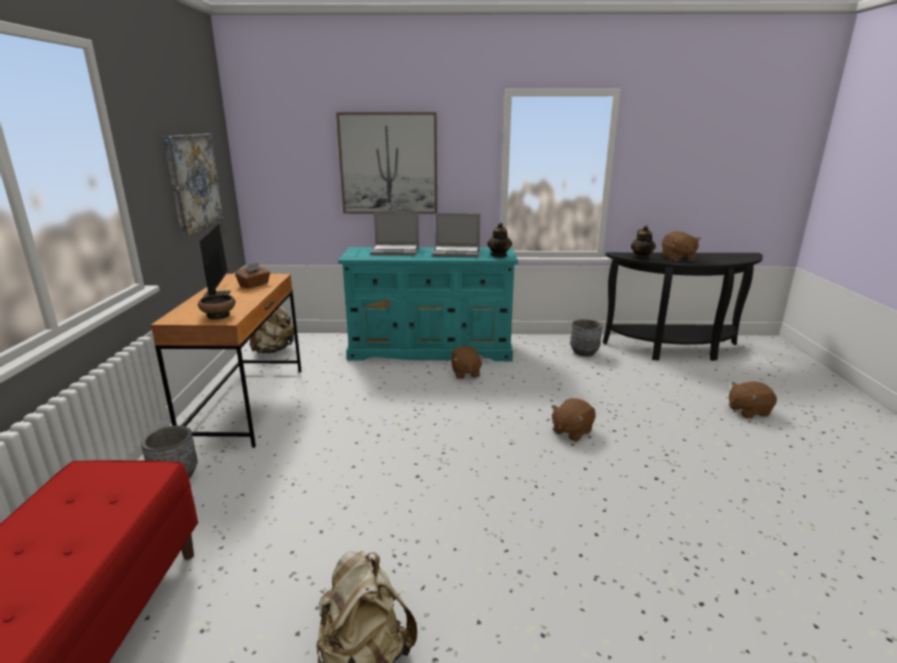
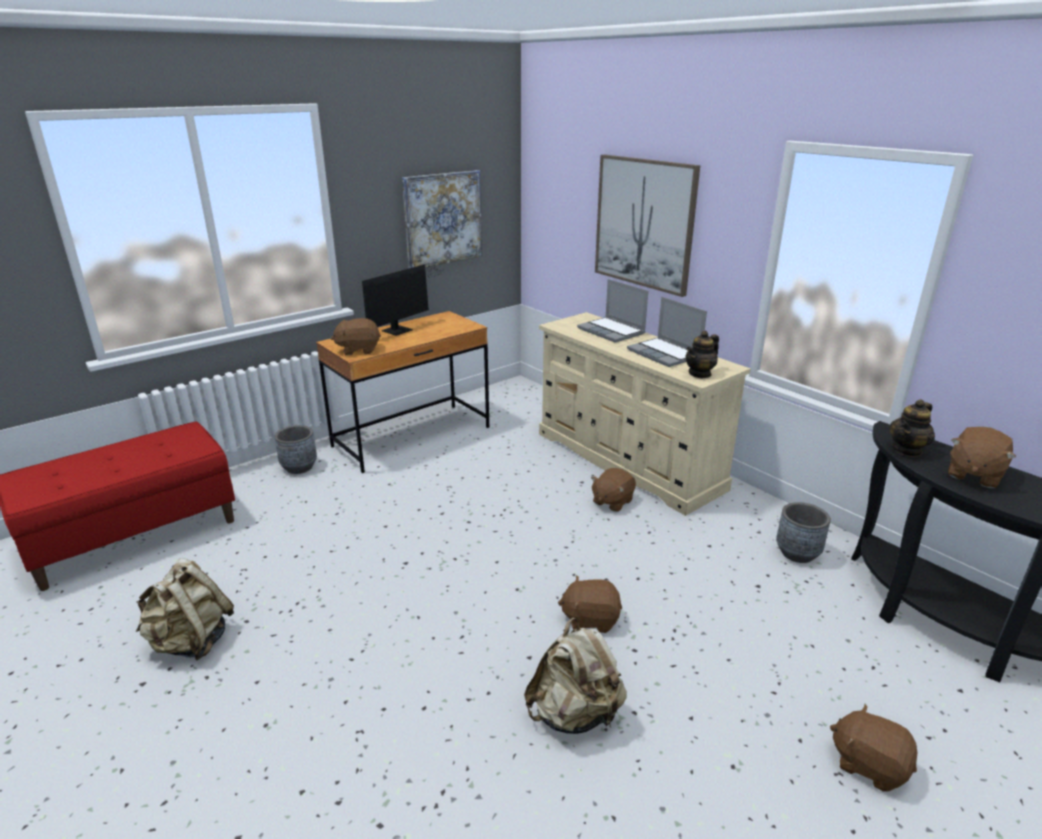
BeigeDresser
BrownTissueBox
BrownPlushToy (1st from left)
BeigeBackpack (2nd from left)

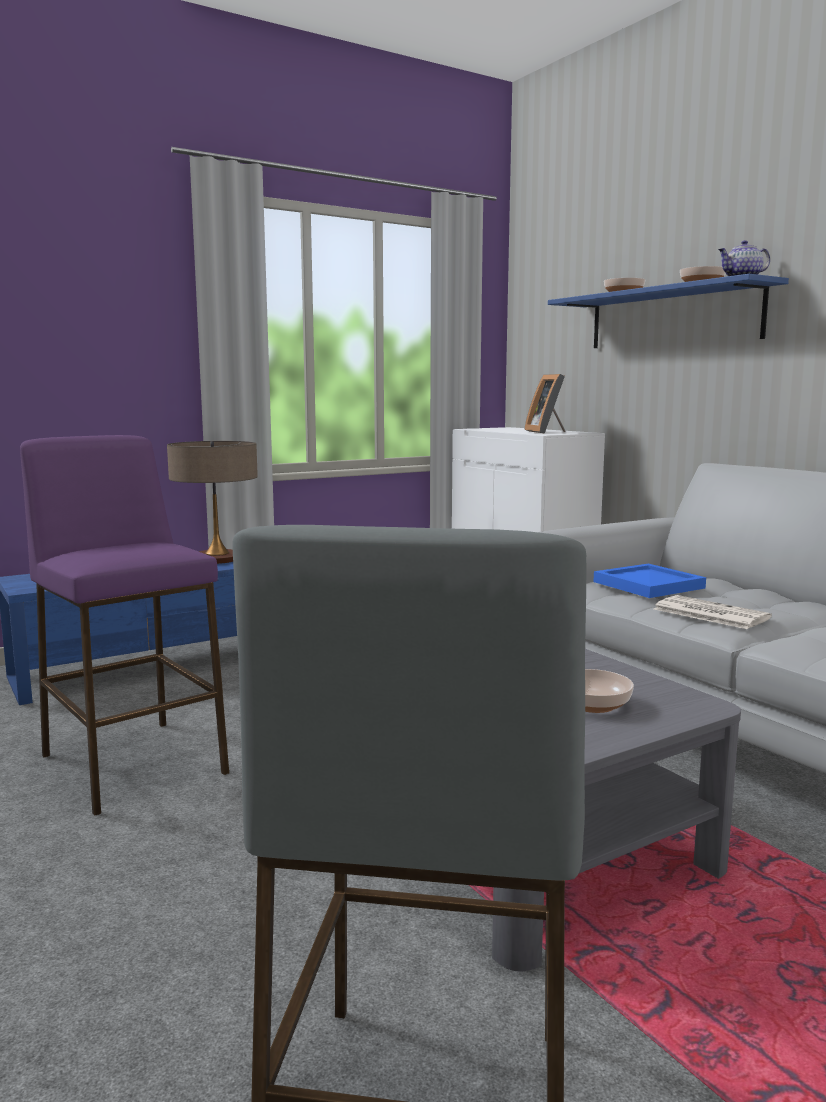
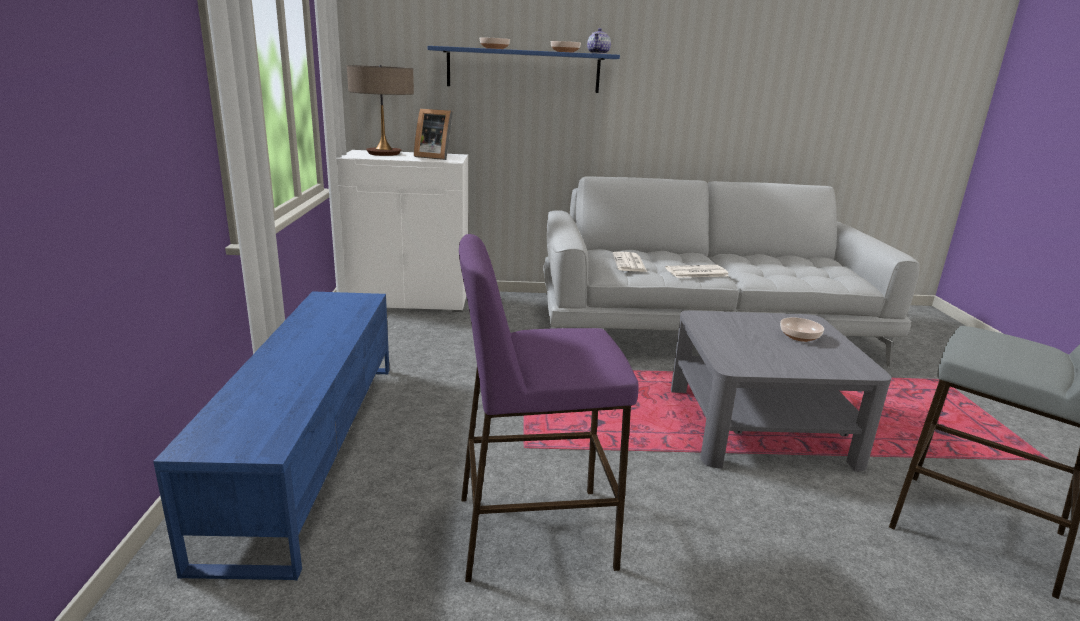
TableLamp
Newspaper (1st from left)

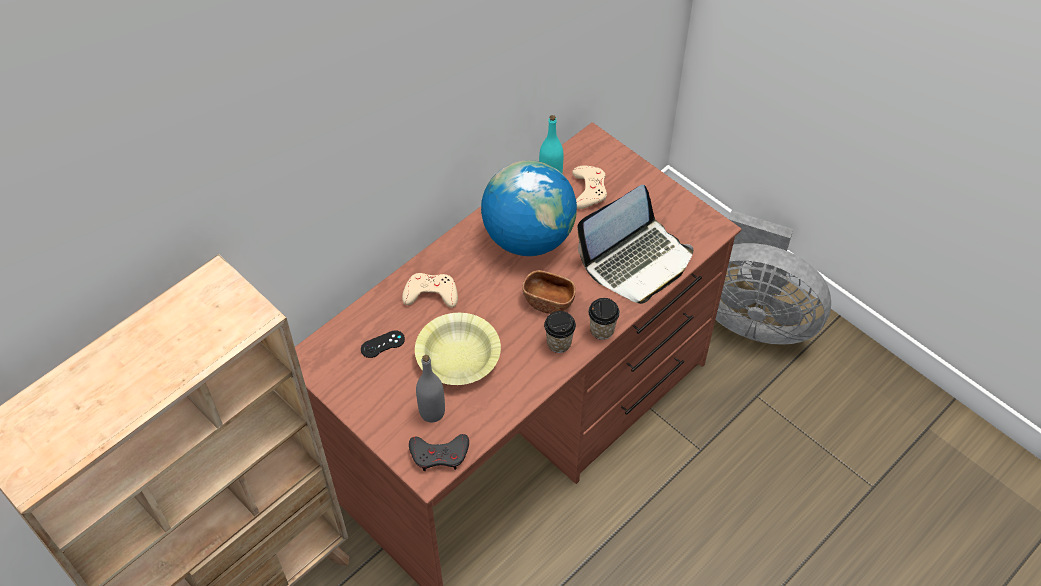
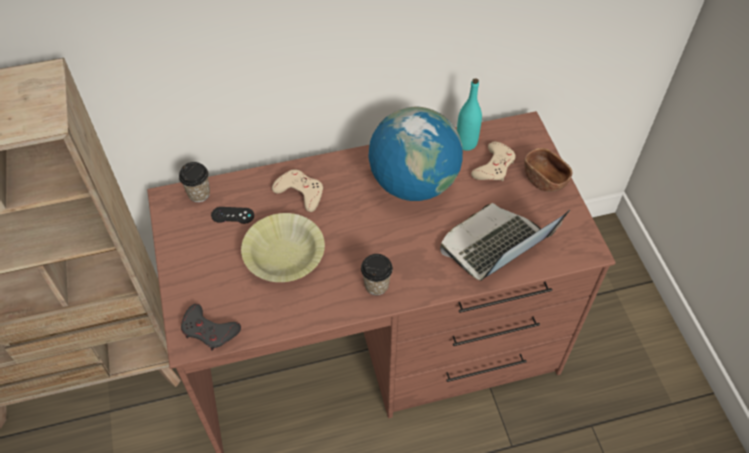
Laptop
GreyFan
BrownBowl
Cup (1st from left)
GreyBottle

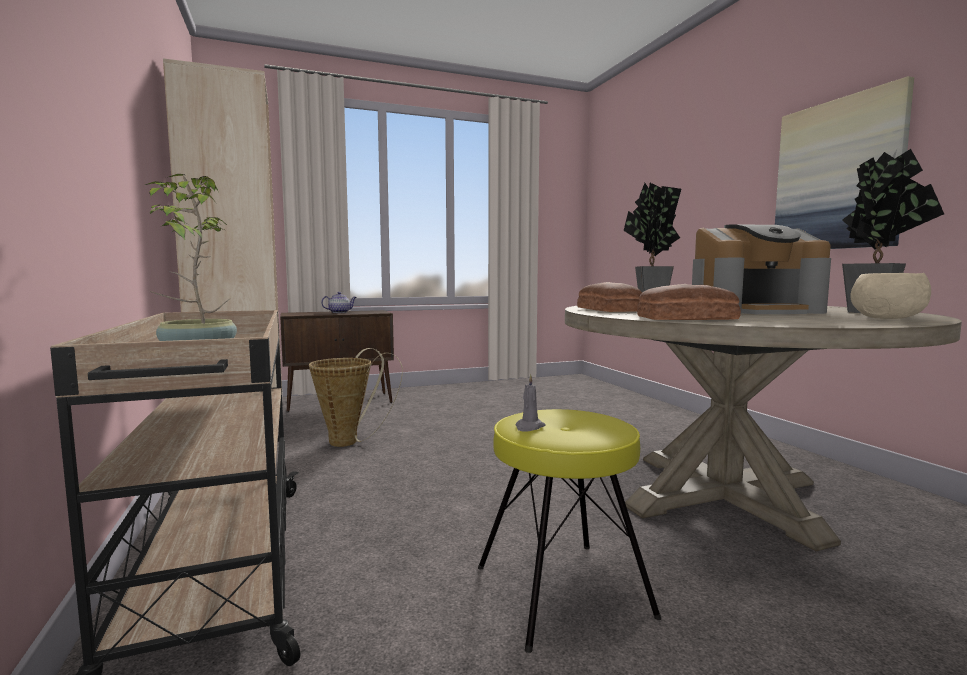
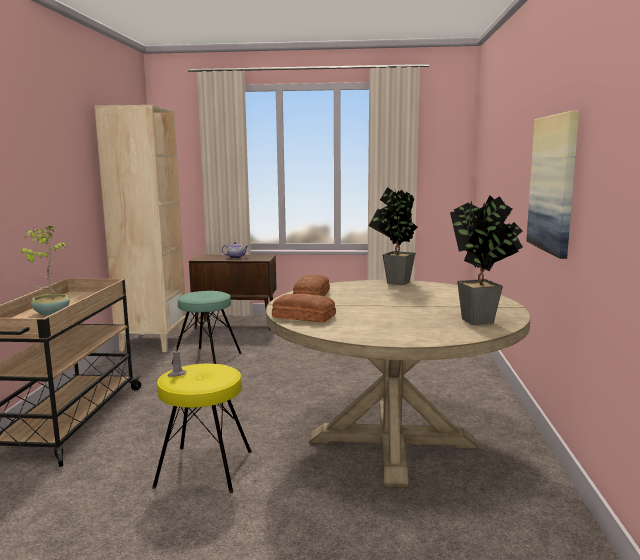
CoffeeMachine
BeigeBowl
TurquoiseStool

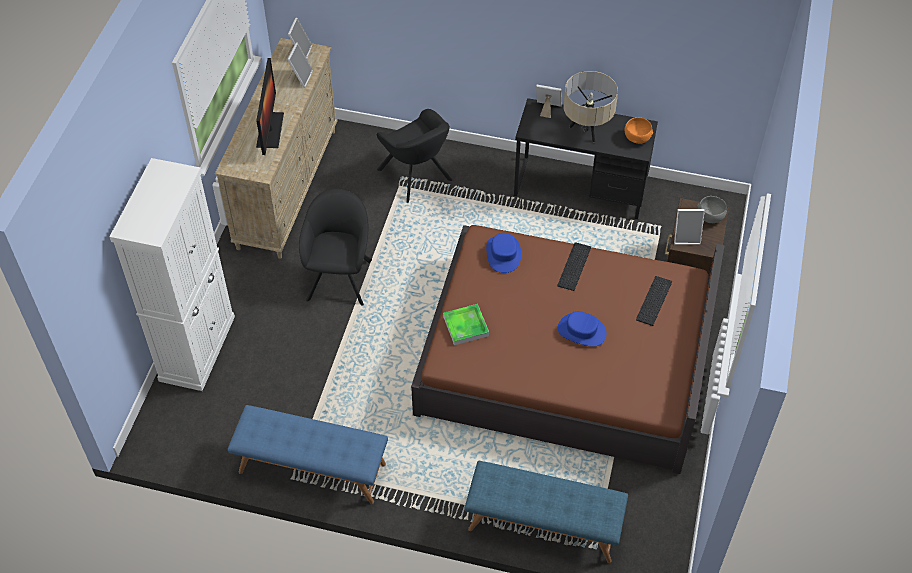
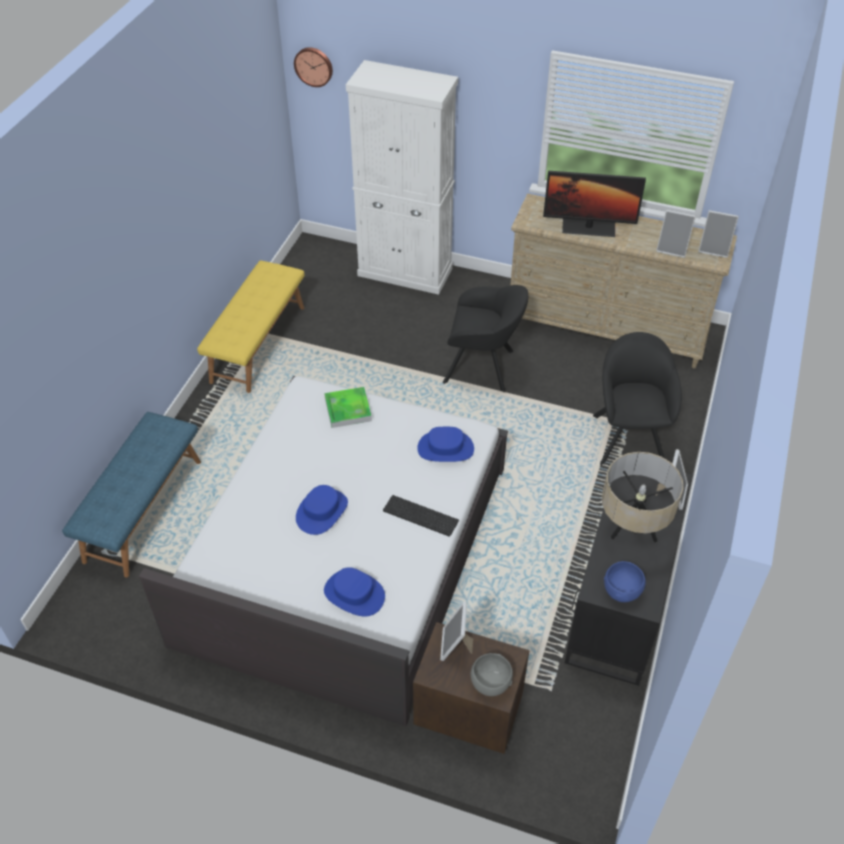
BlackArmchair (2nd from left)
BlueBowl
WhiteBed
BlueHat (2nd from left)
YellowBench
WallClock

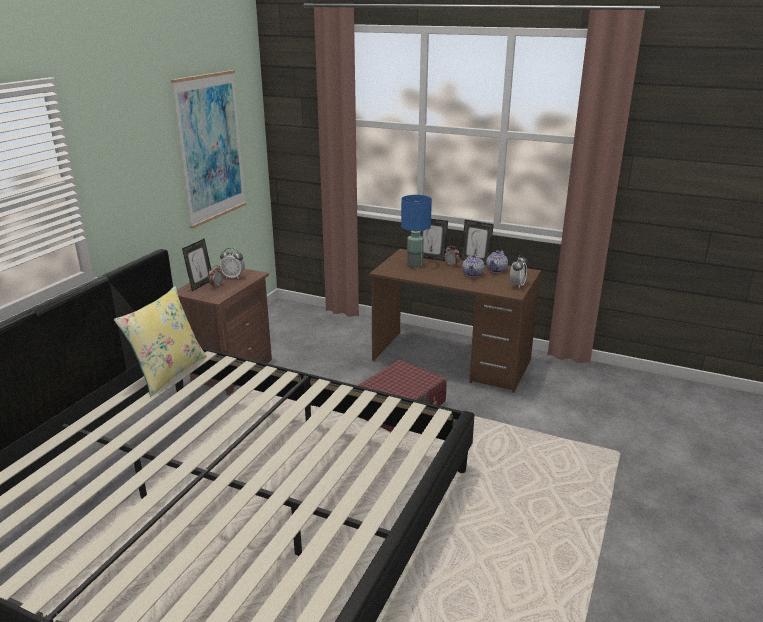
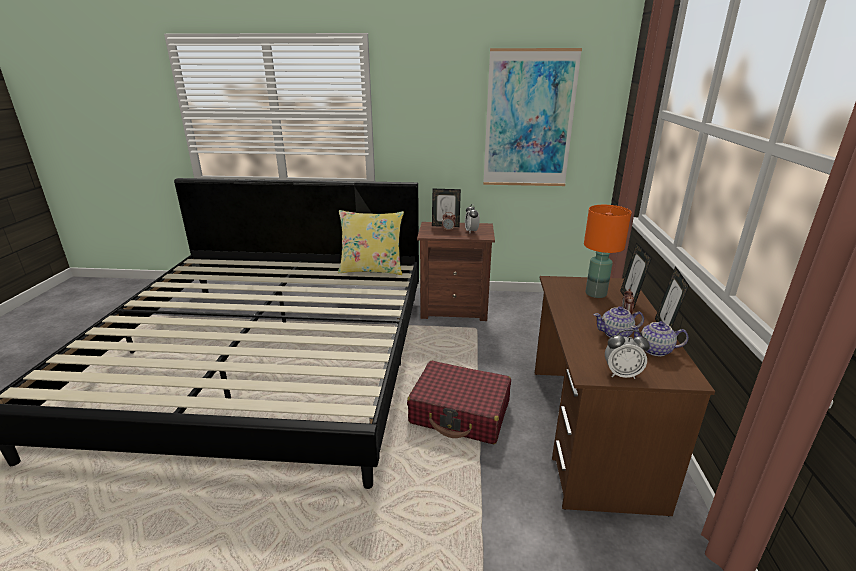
OrangeTableLamp

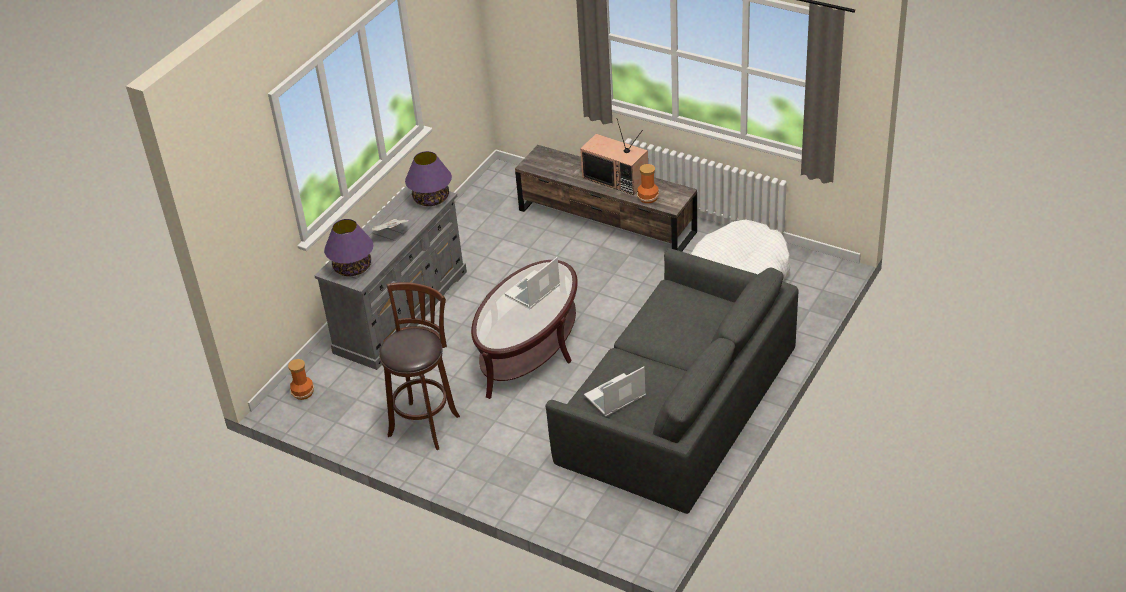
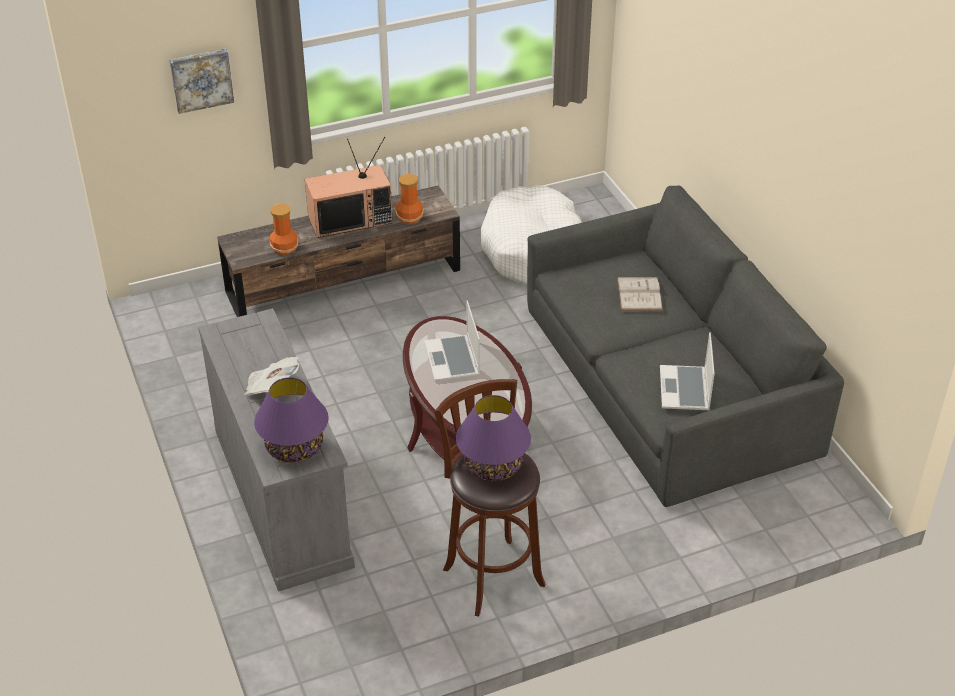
PurpleTableLamp (2nd from left)
Vase (1st from left)
Picture
WhiteBook

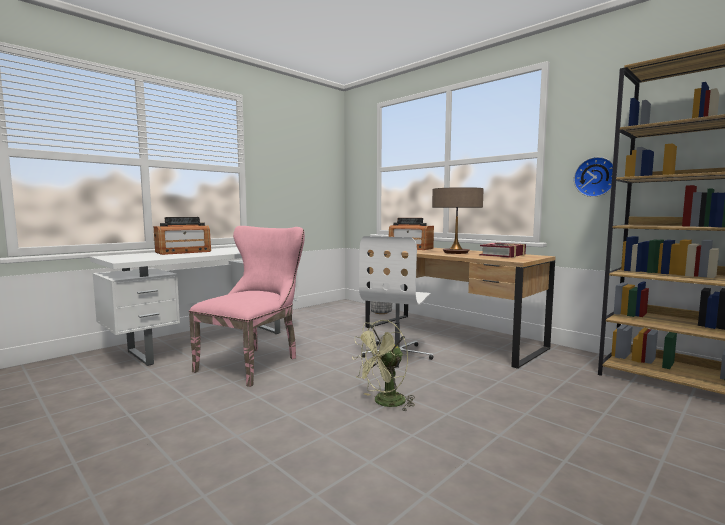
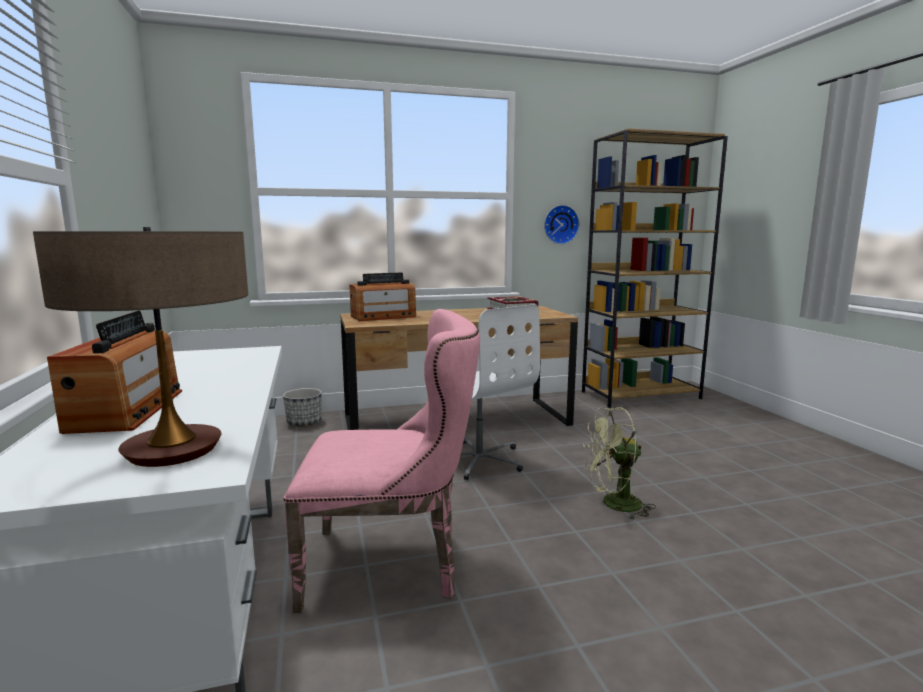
TableLamp
PinkChair
GreenFan

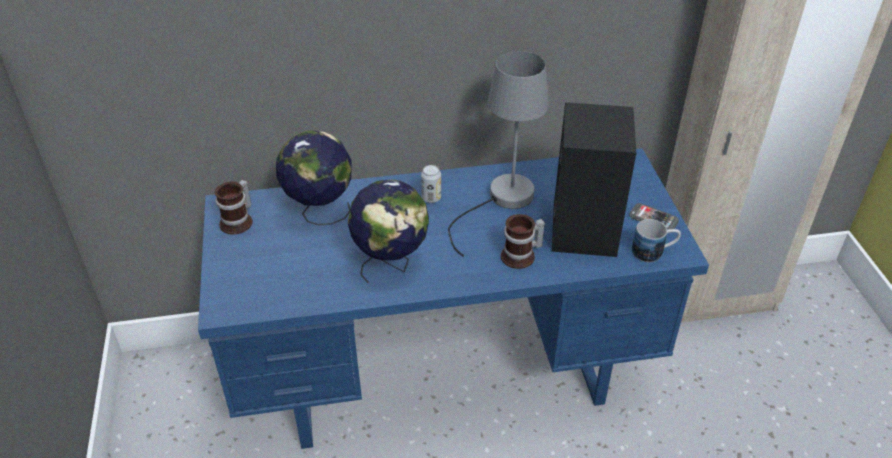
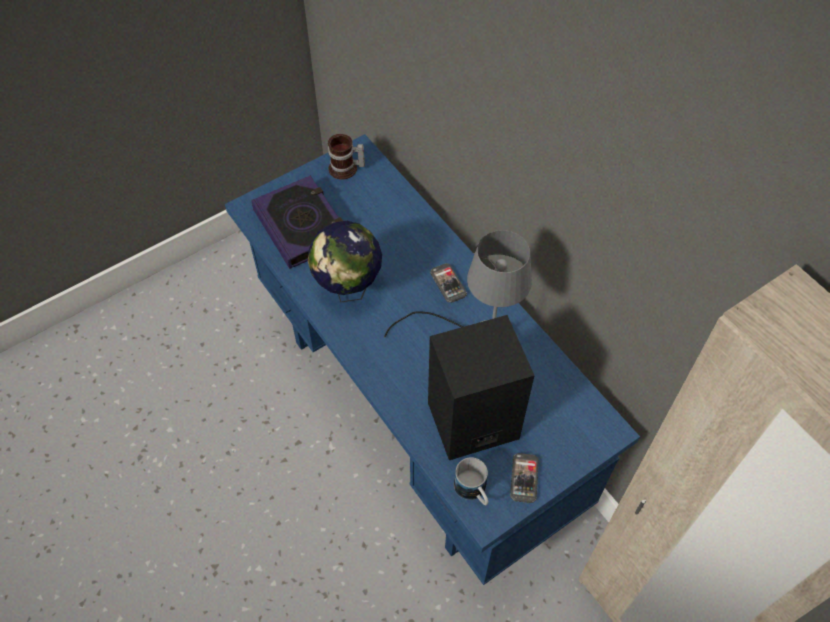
Globe (1st from left in the first image)
Phone (1st from left)
Mug (2nd from left in the first image)
Book

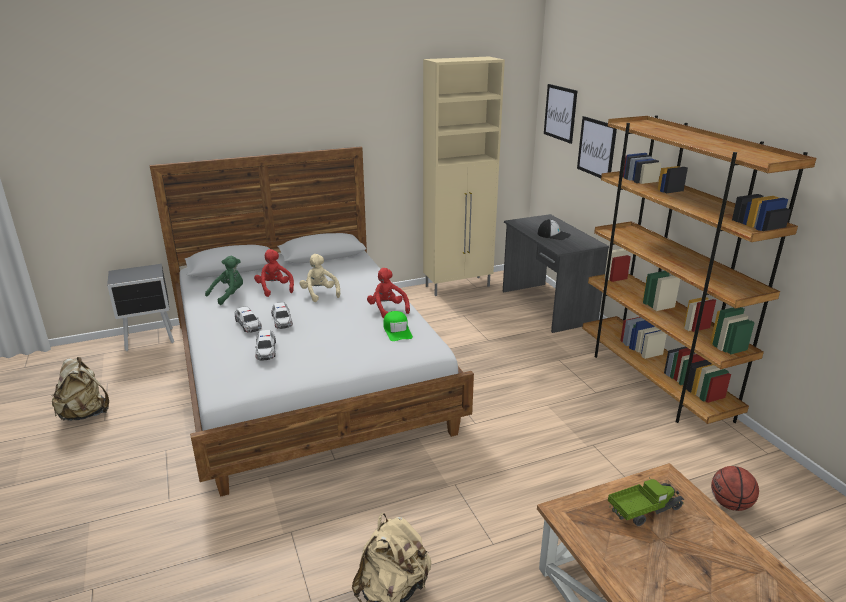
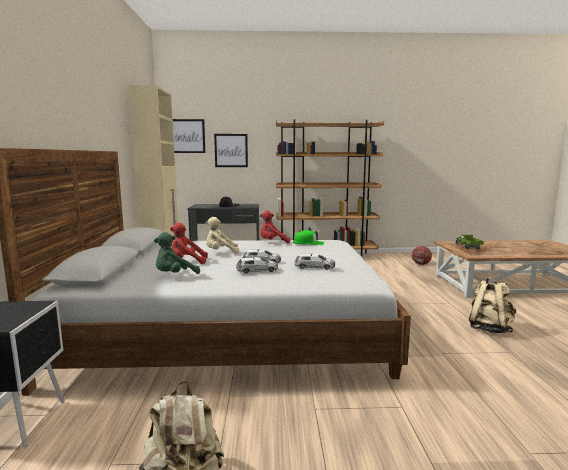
GreenPlushToy

